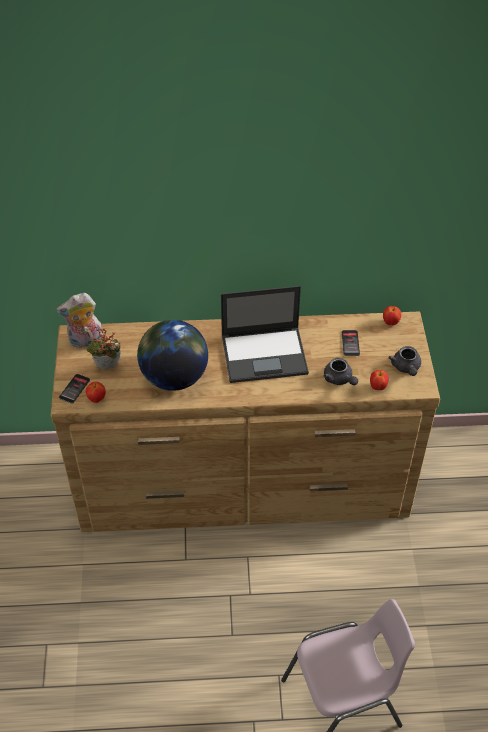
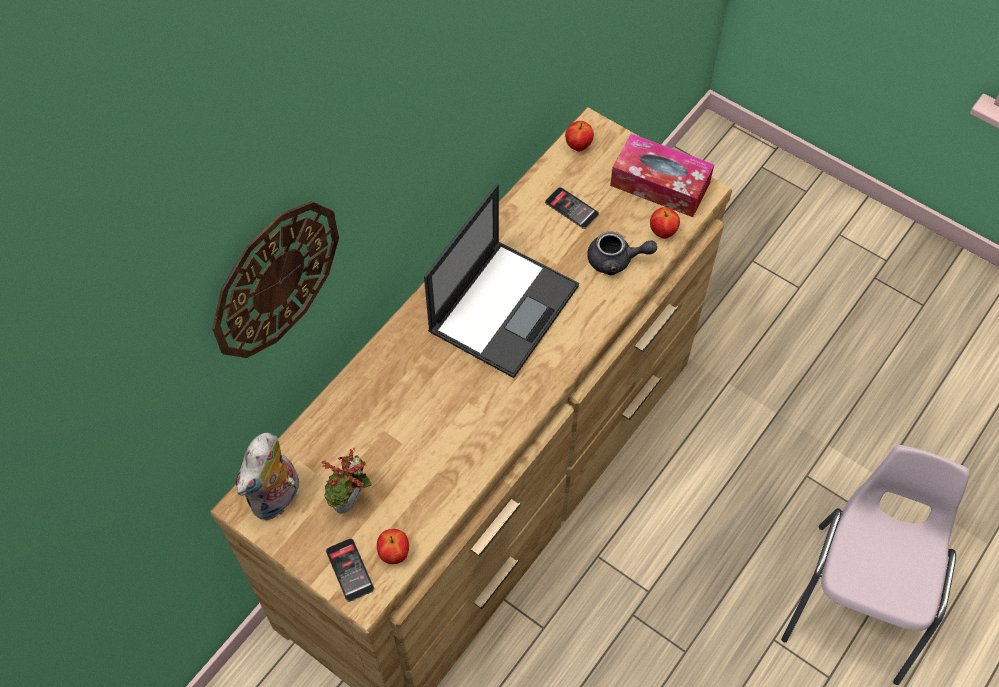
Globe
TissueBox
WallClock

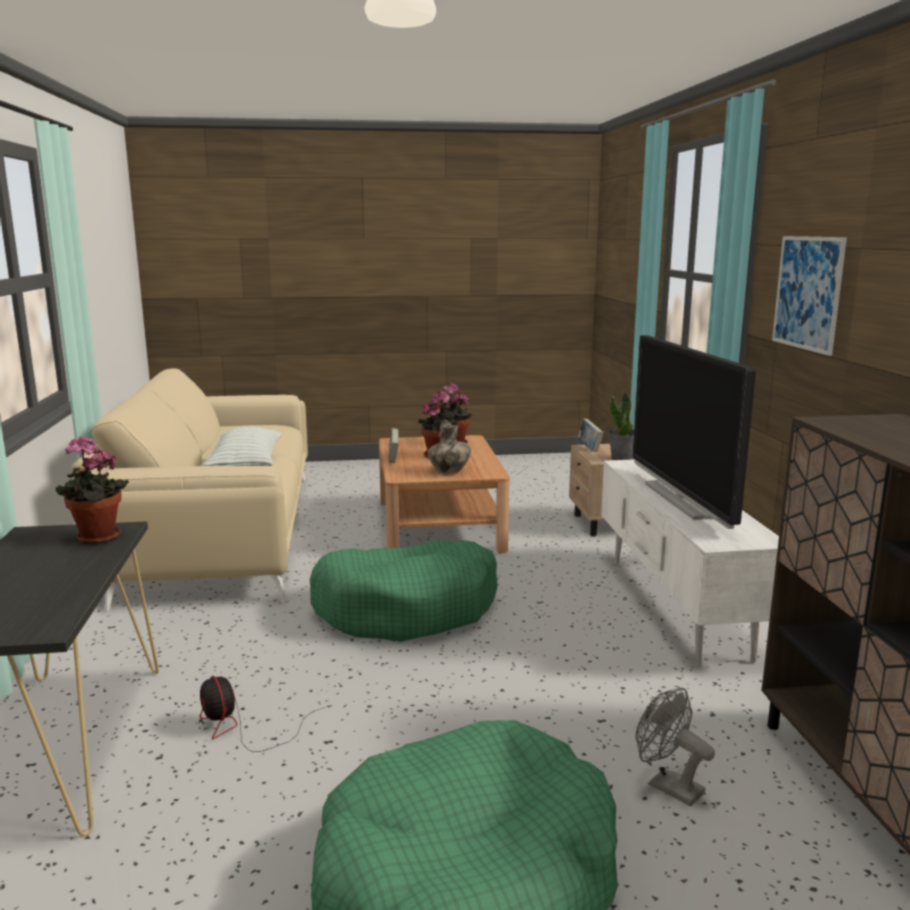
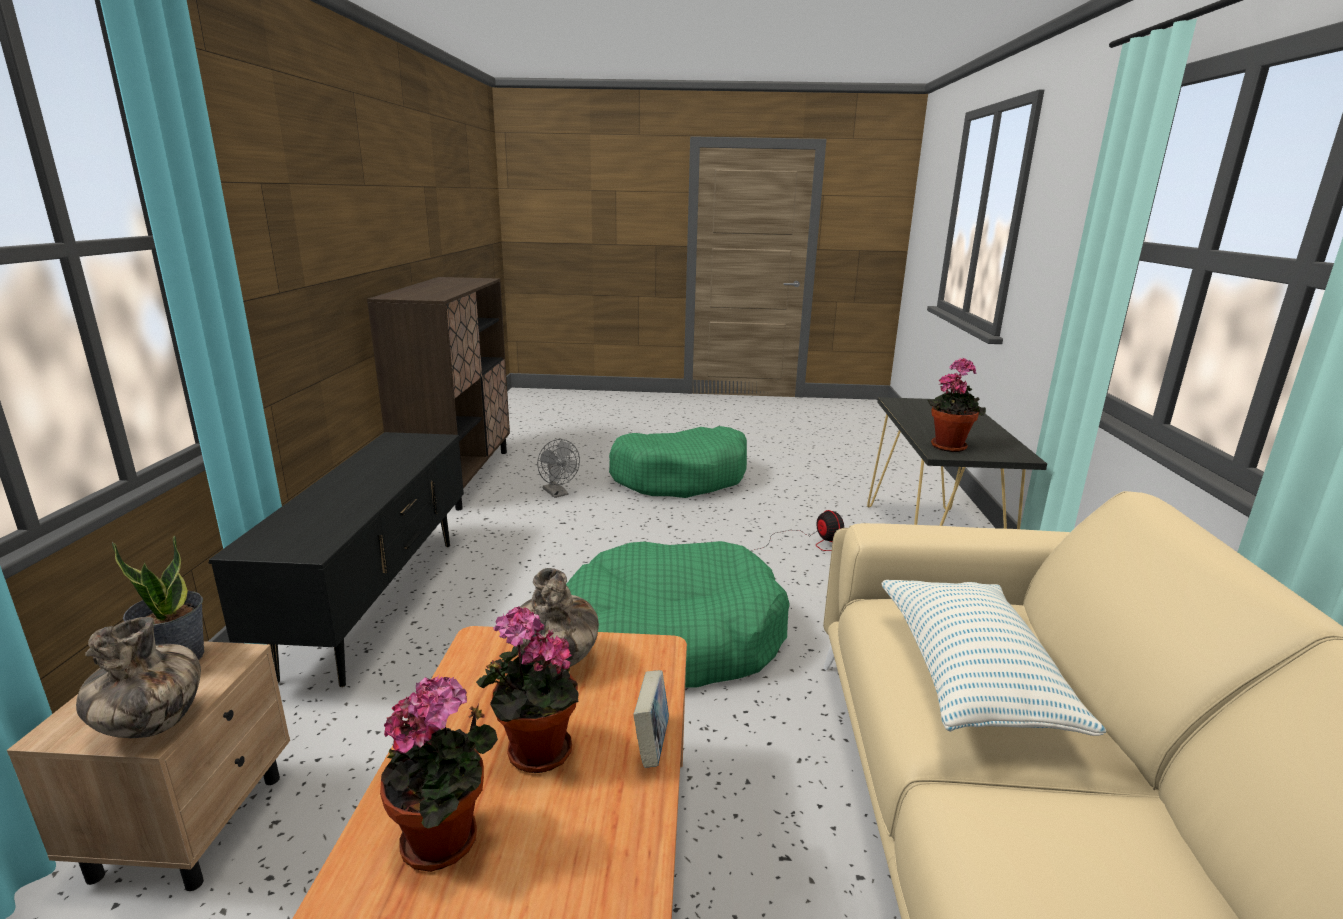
Picture
Television
Vase (1st from left)
BlackTvStand

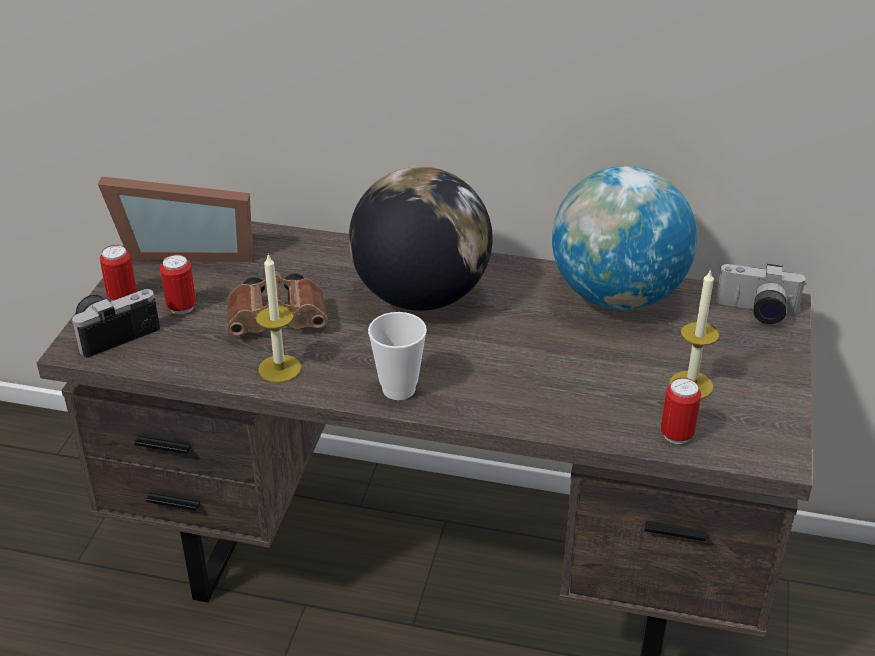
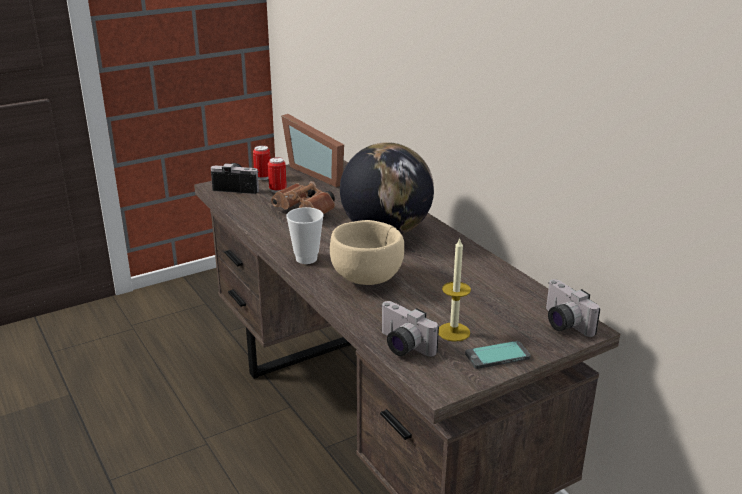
Globe (2nd from left in the first image)
Candle (1st from left in the first image)
PhotoCamera (2nd from left)
BeigeBowl
Phone

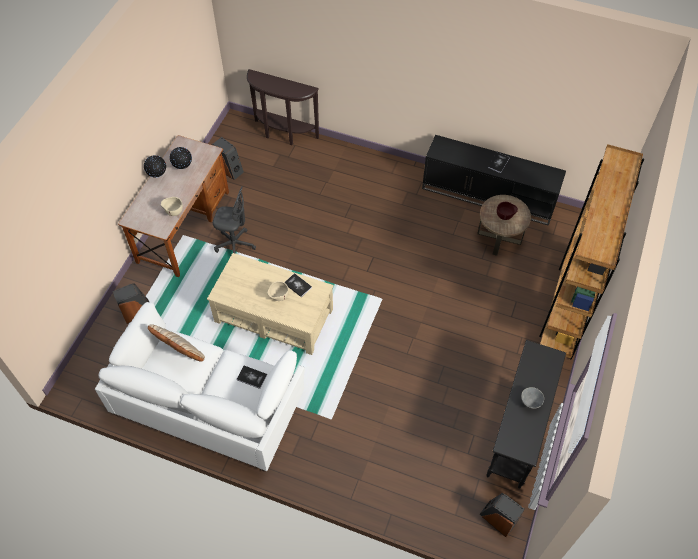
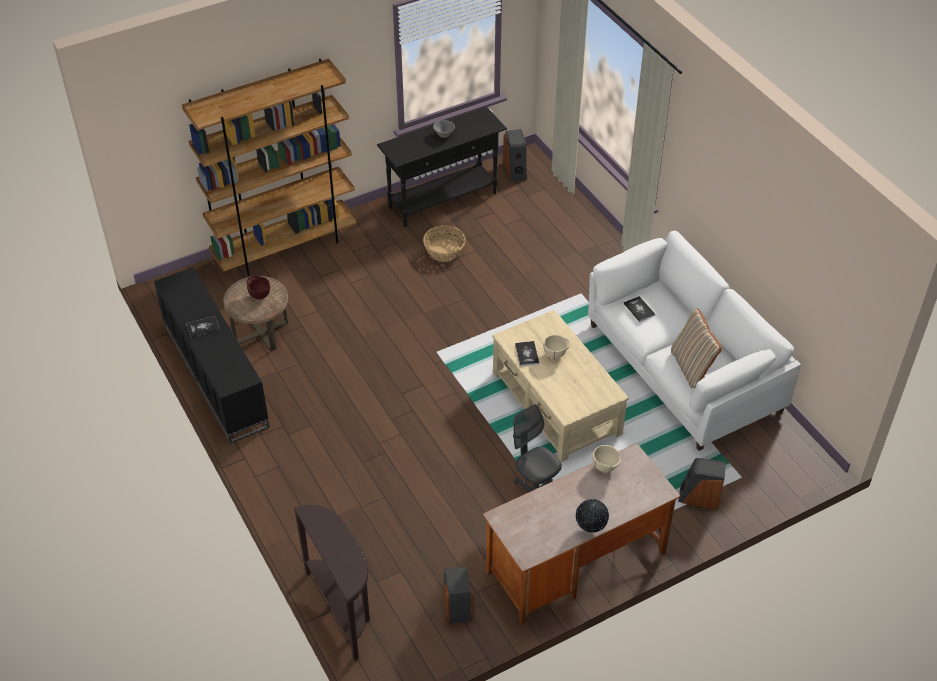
Globe (2nd from left in the first image)
Basket

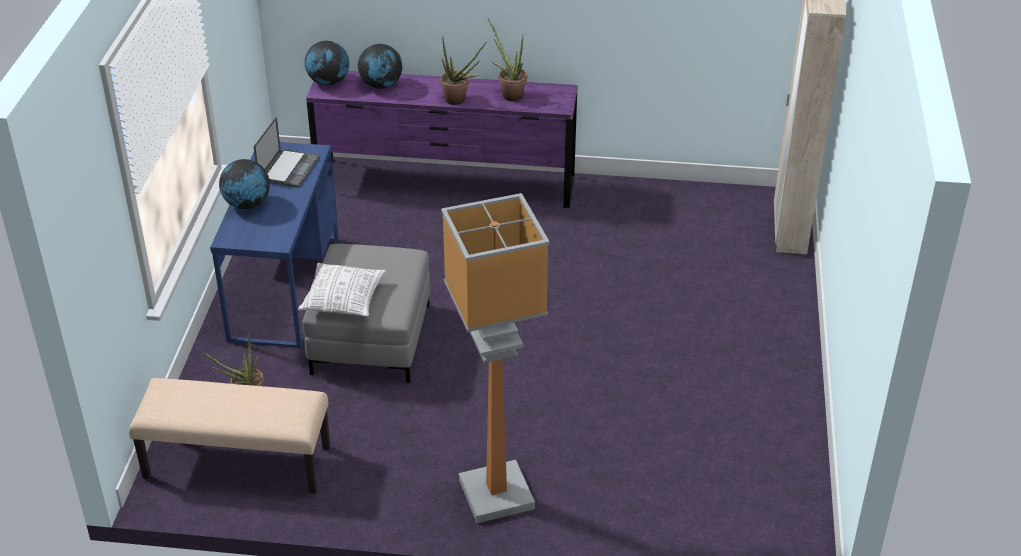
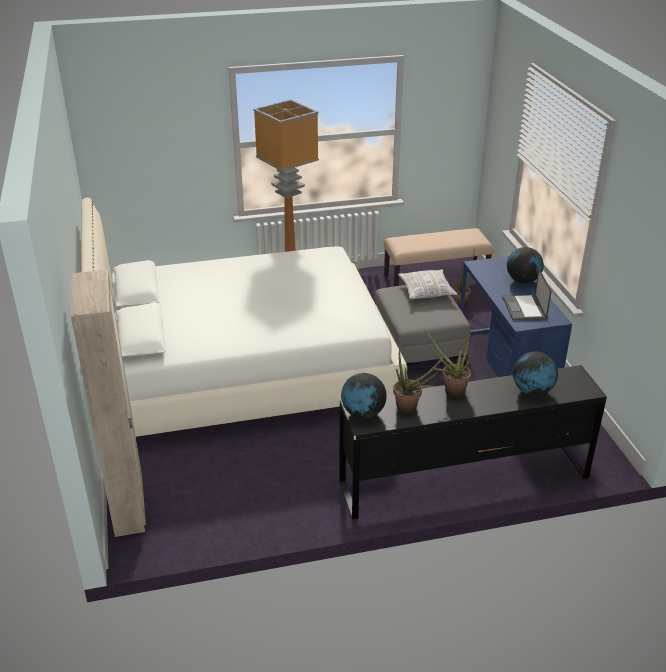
Globe (1st from left)
BlackDresser
WhiteBed

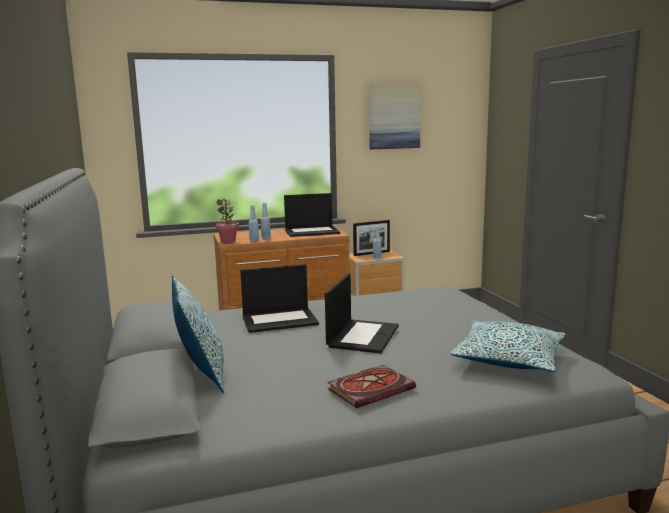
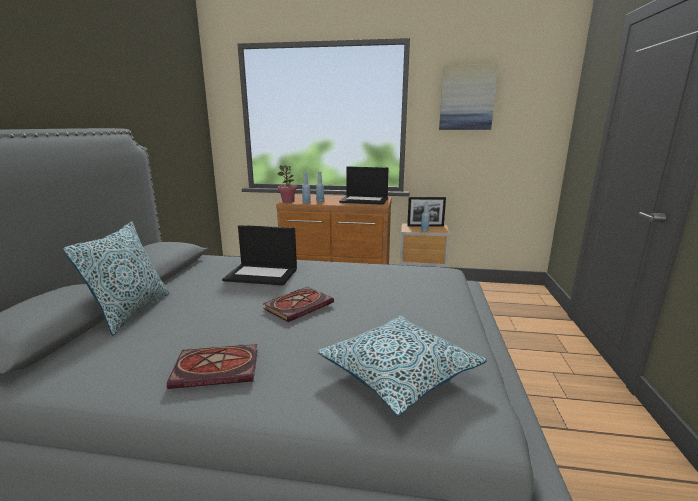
Book (2nd from left)

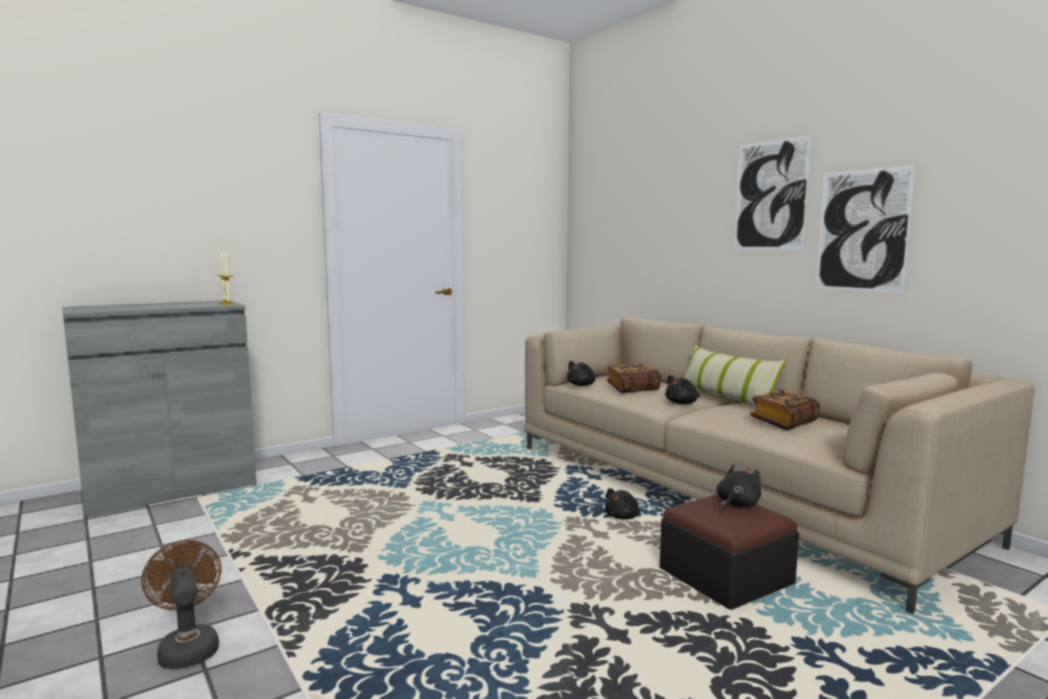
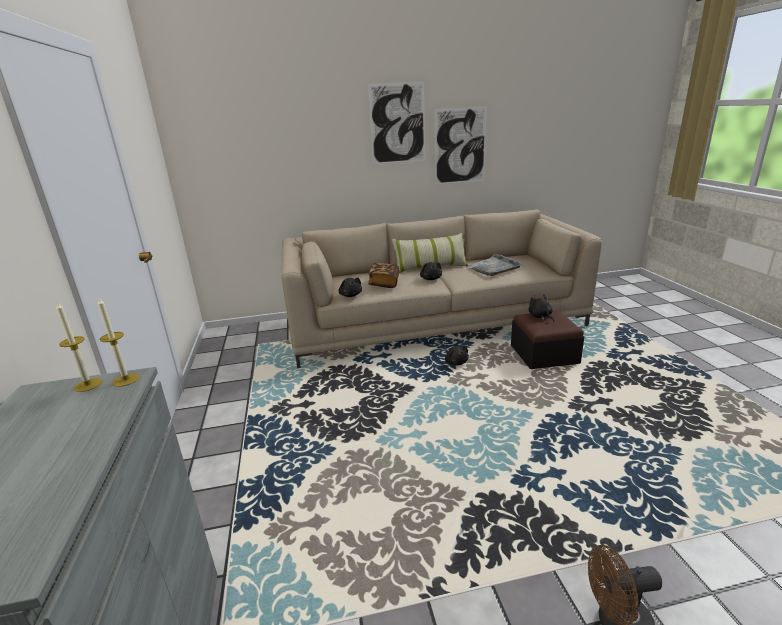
GreyTray

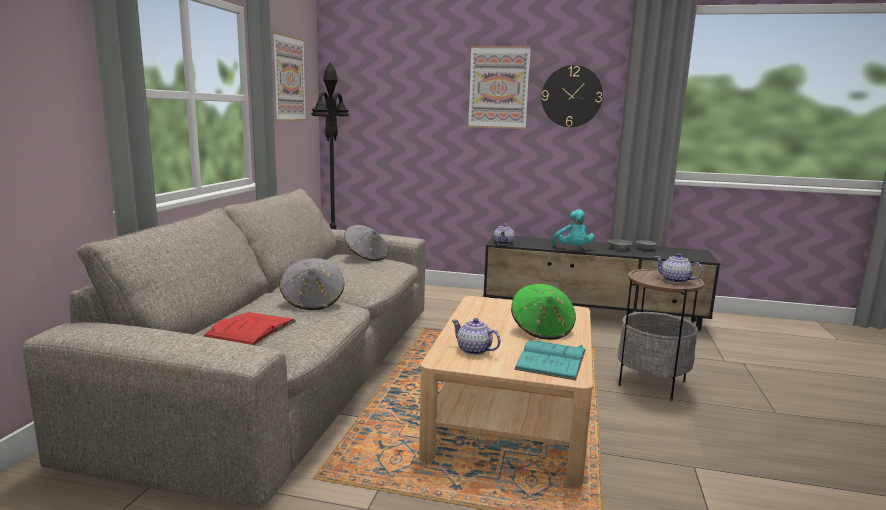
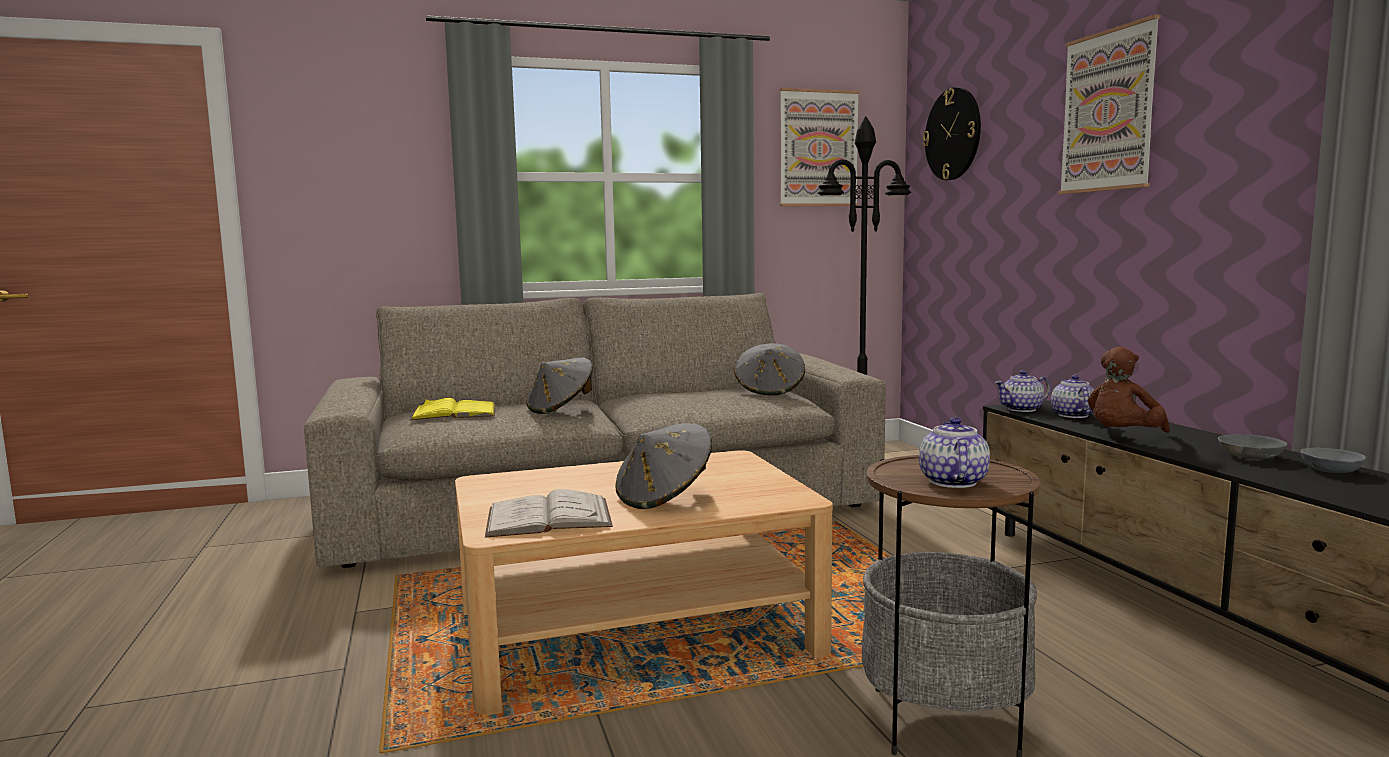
WallClock
BrownPlushToy
GreyHat (2nd from left)
YellowBook
Teapot (3rd from left)
WhiteBook

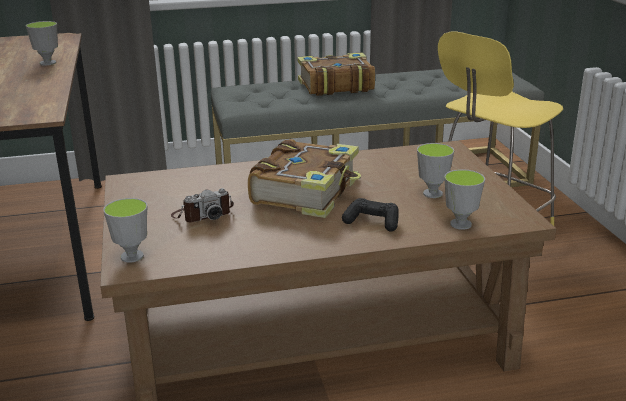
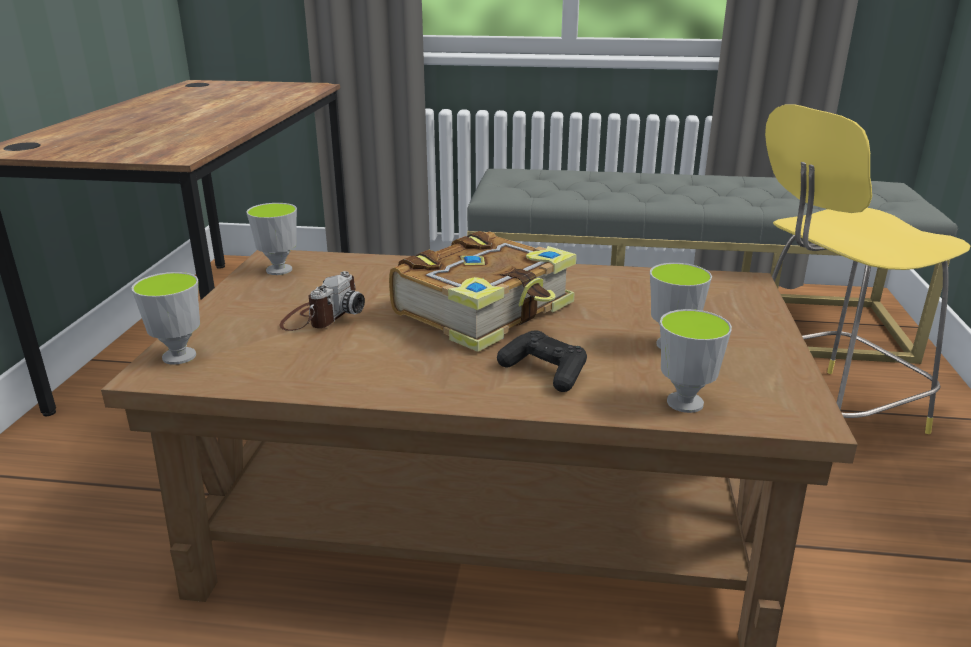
Cup (2nd from left)
Book (2nd from left in the first image)
PhotoCamera

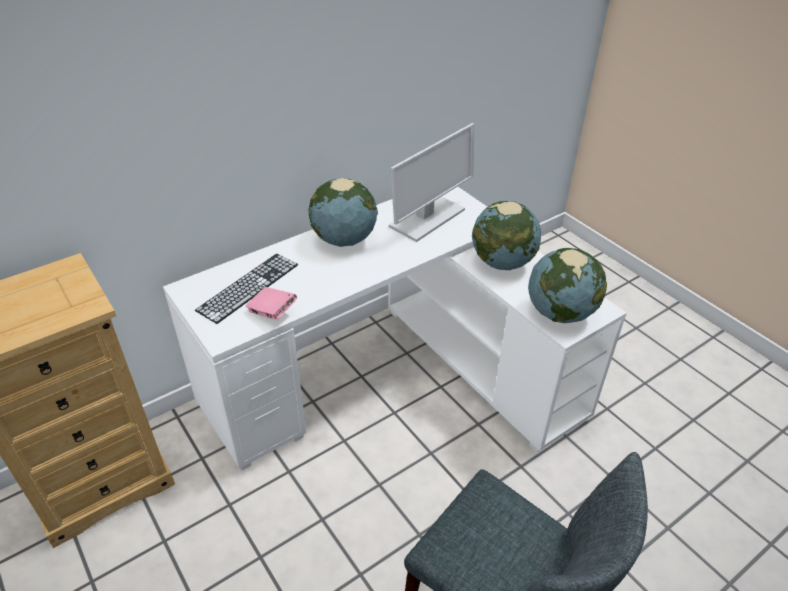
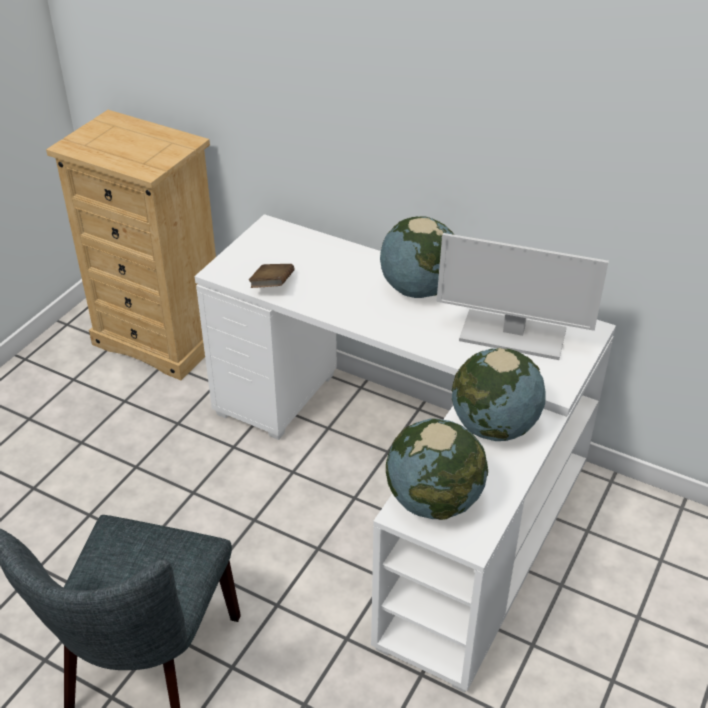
Keyboard
BrownBook

